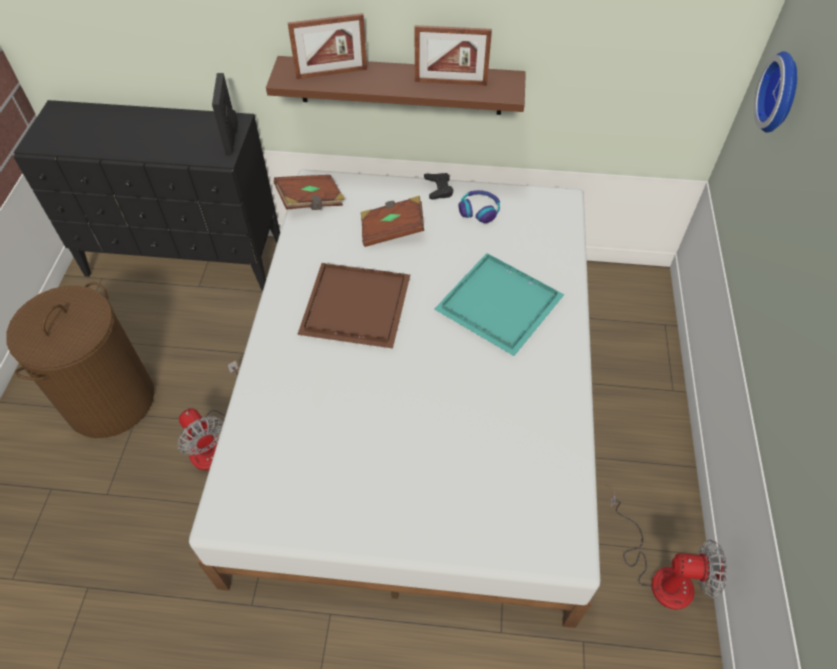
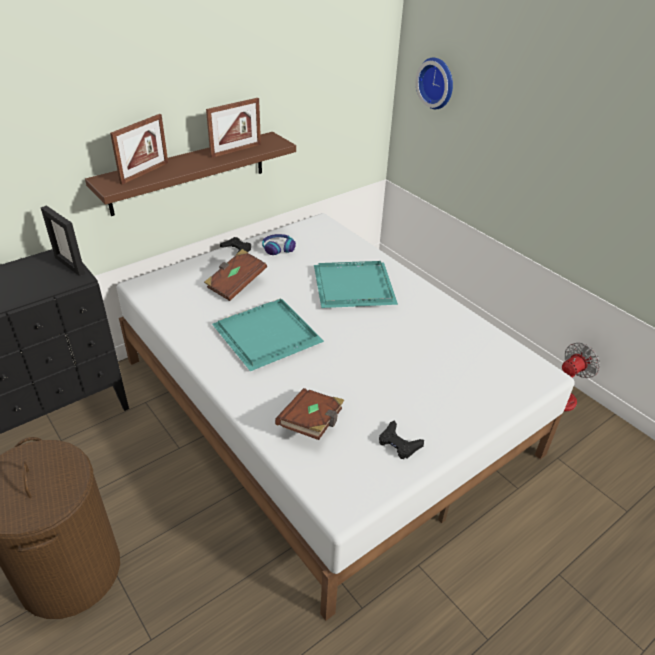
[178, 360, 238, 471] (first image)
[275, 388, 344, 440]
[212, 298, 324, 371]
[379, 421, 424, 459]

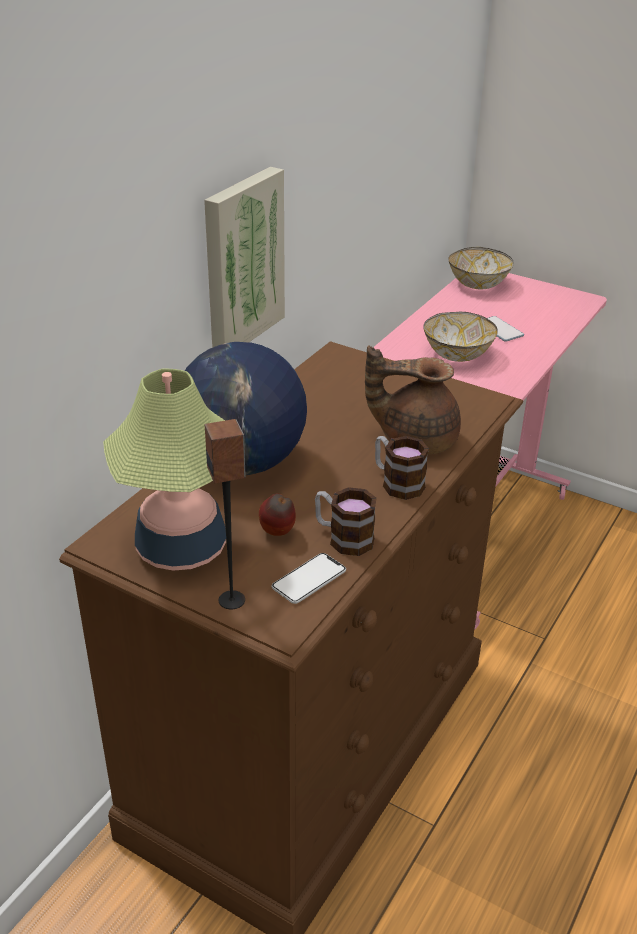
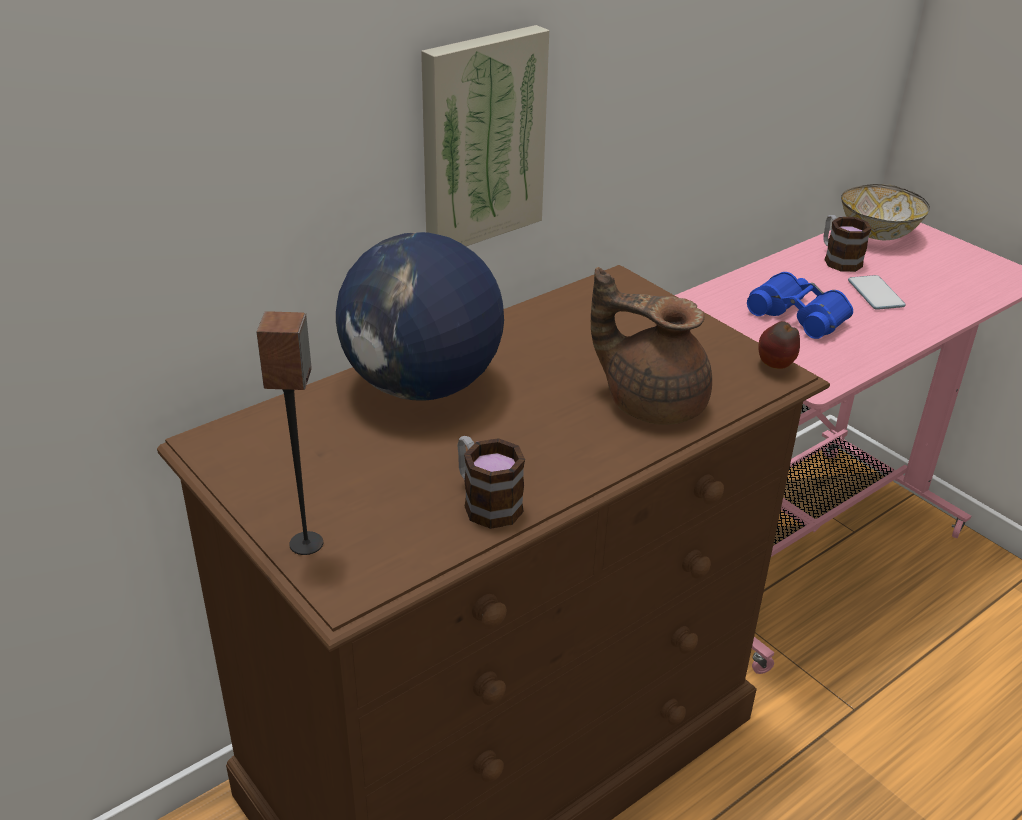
[103, 369, 226, 571] (first image)
[758, 321, 800, 369]
[271, 553, 346, 604] (first image)
[823, 215, 872, 272]
[747, 272, 853, 339]

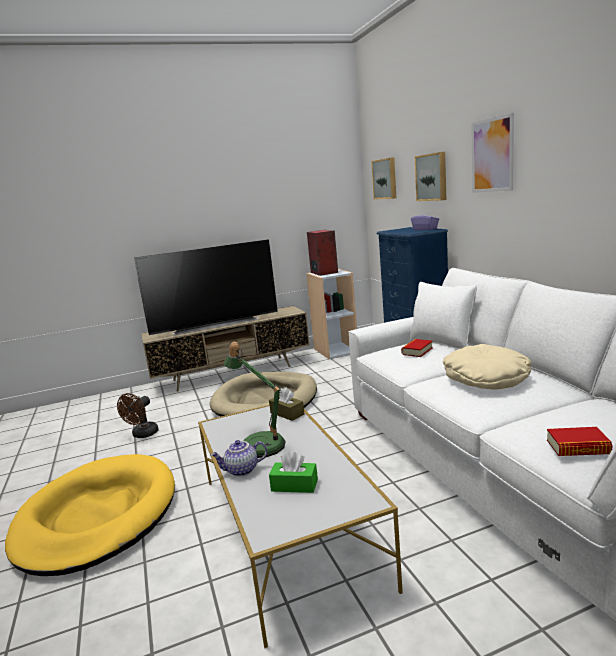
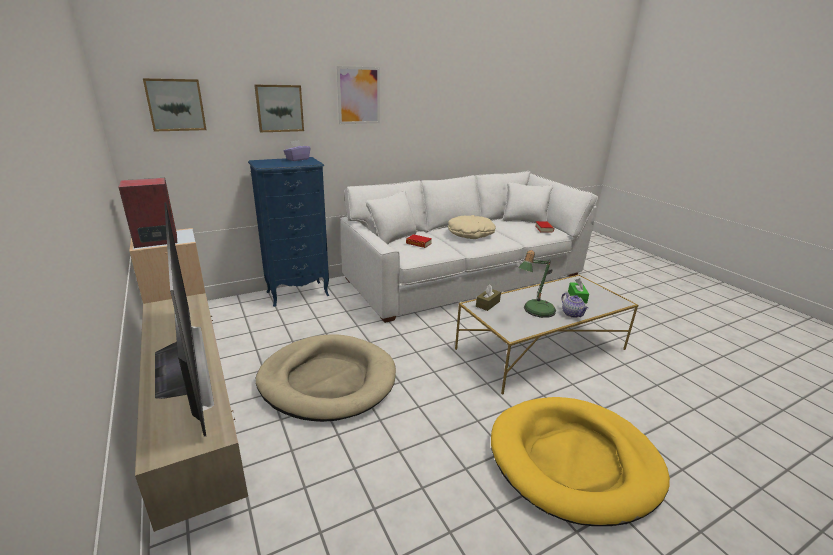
[117, 393, 159, 438] (first image)

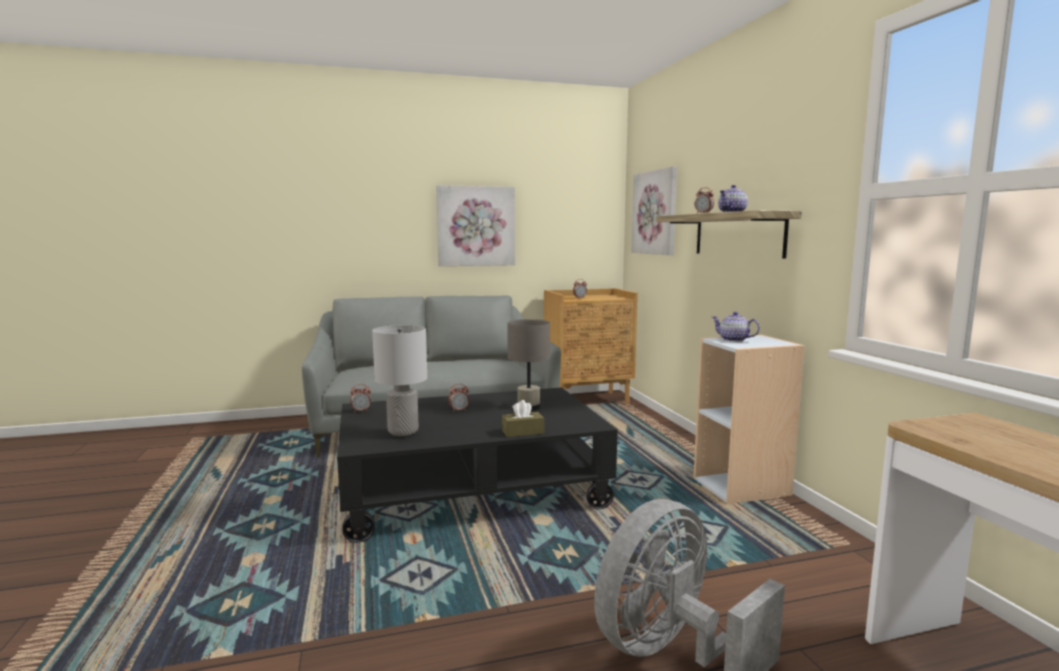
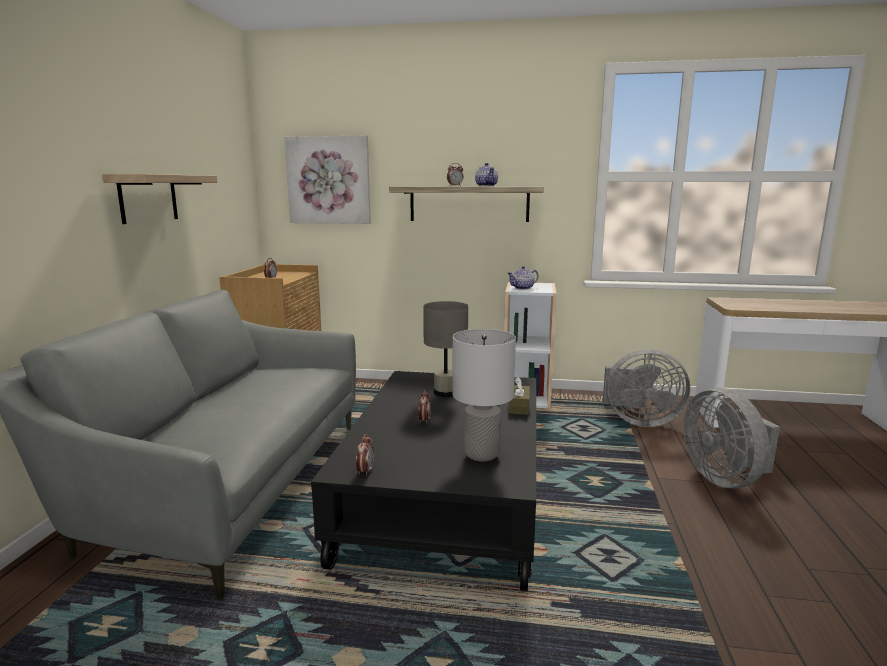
[102, 174, 218, 224]
[603, 349, 690, 427]

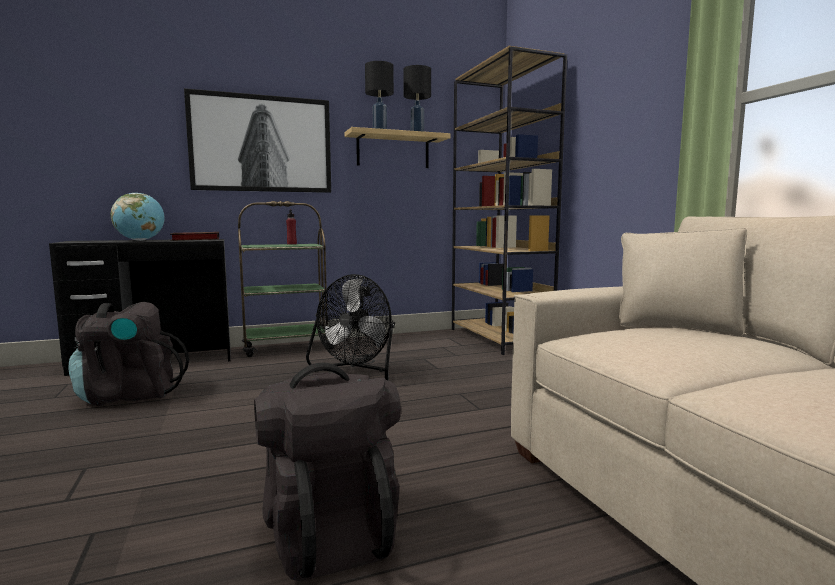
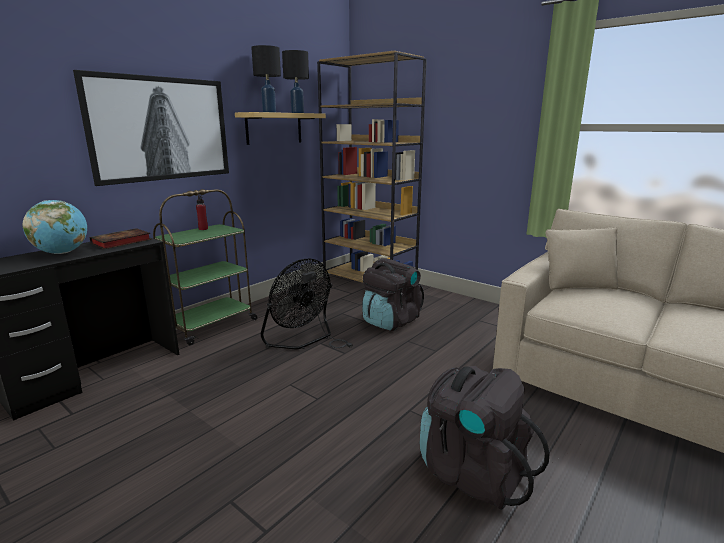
[362, 258, 424, 331]
[261, 259, 353, 349]

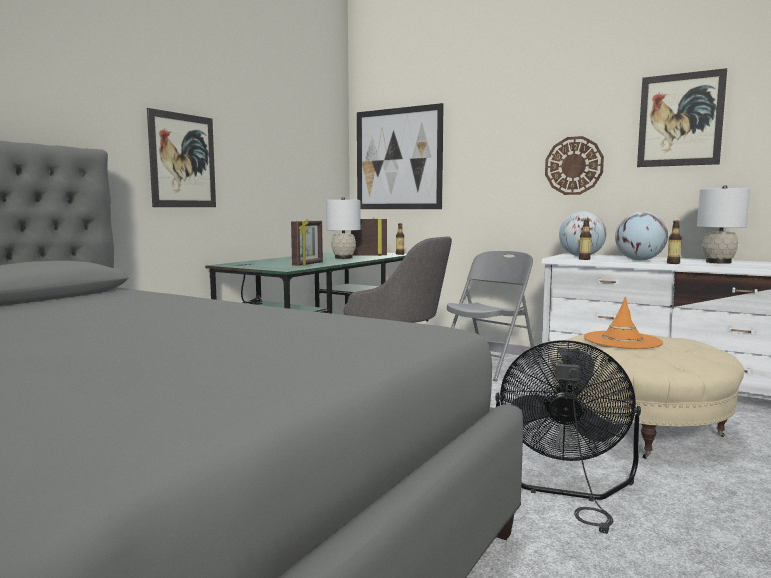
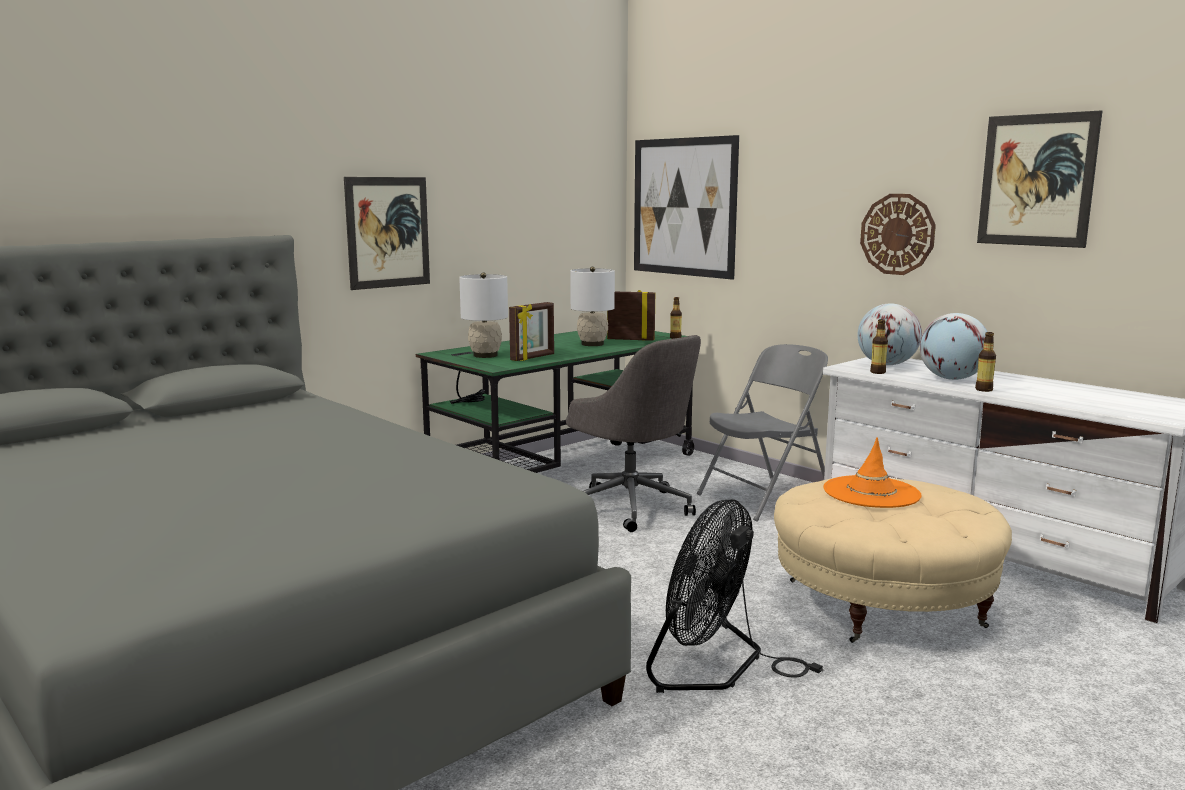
[646, 499, 824, 693]
[459, 272, 508, 358]

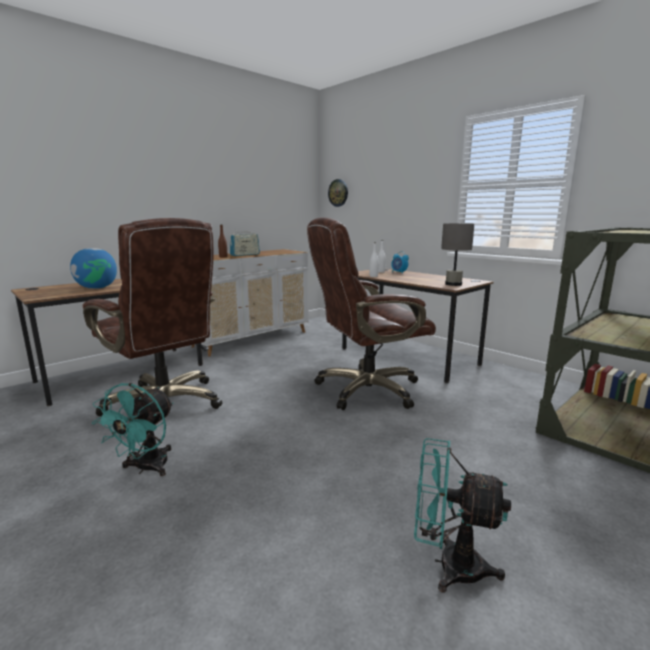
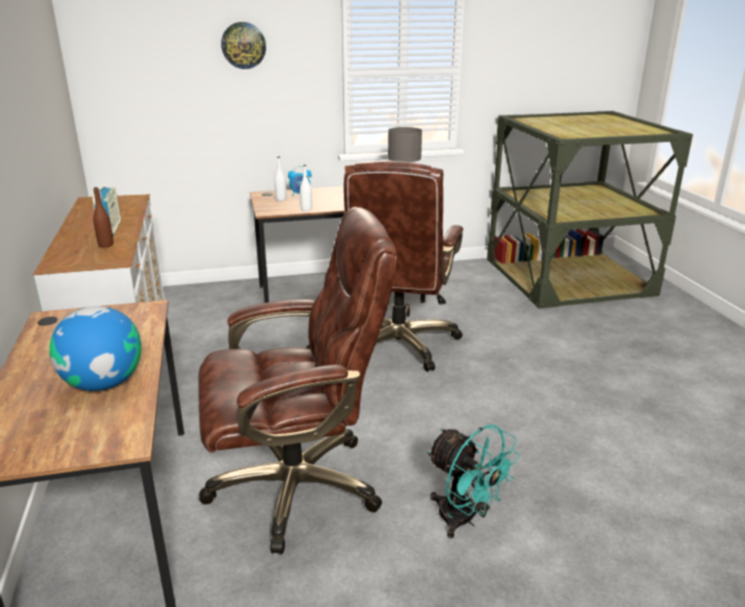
[221, 22, 266, 69]
[414, 438, 511, 593] (first image)

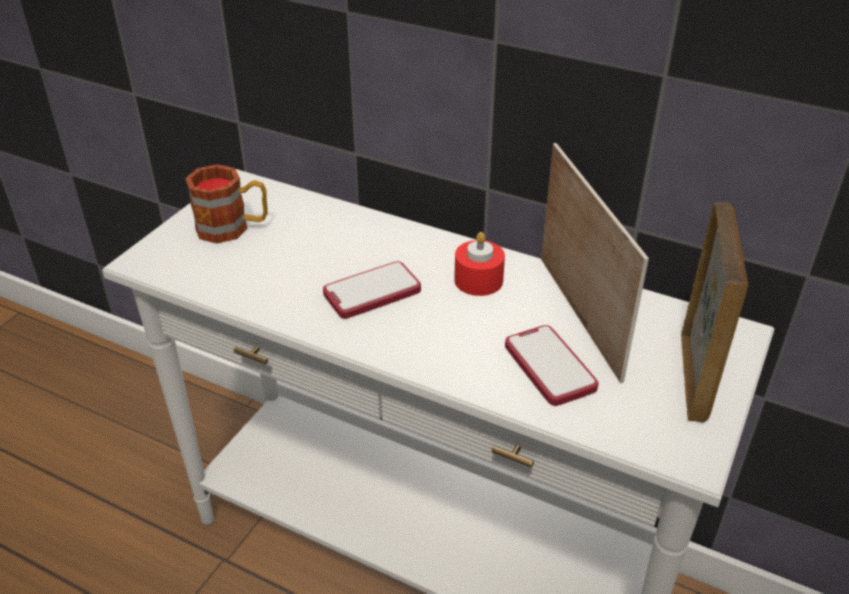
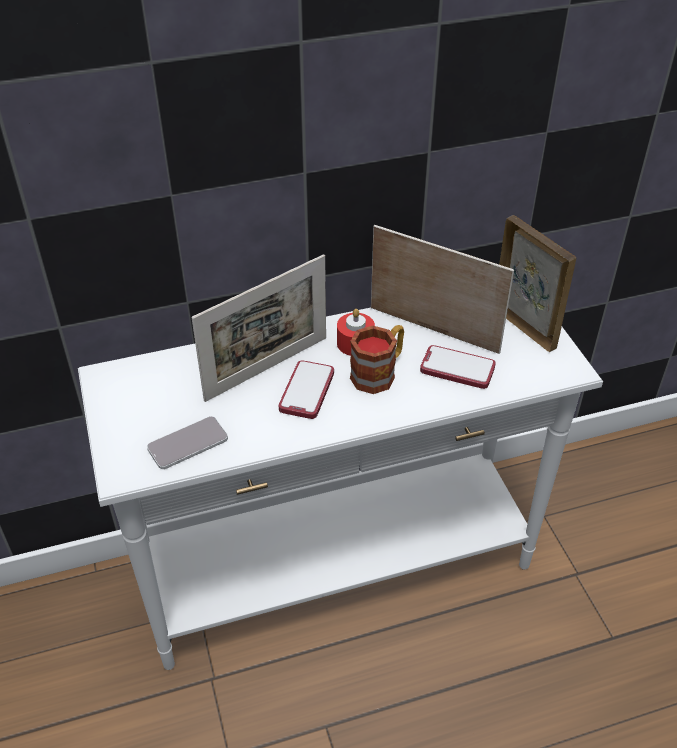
[350, 325, 404, 394]
[147, 416, 228, 469]
[191, 254, 326, 402]

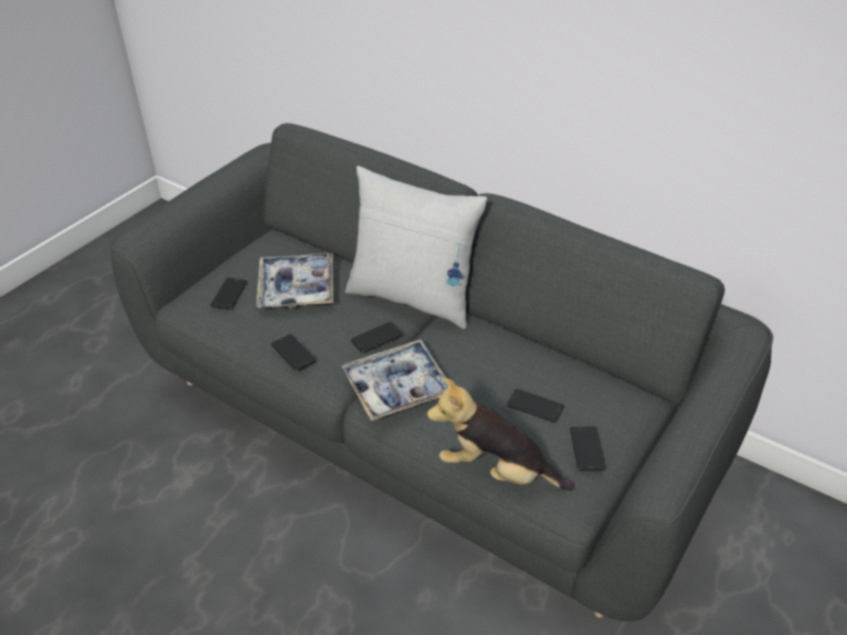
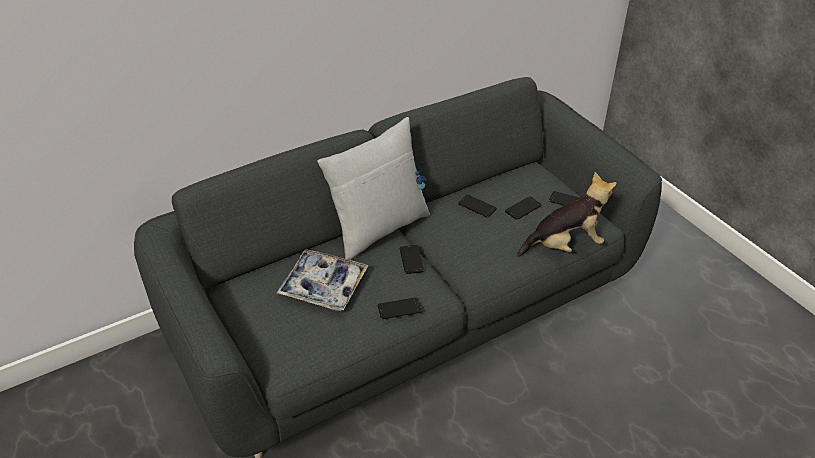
[458, 195, 497, 218]
[342, 340, 447, 421] (first image)
[517, 172, 617, 257]

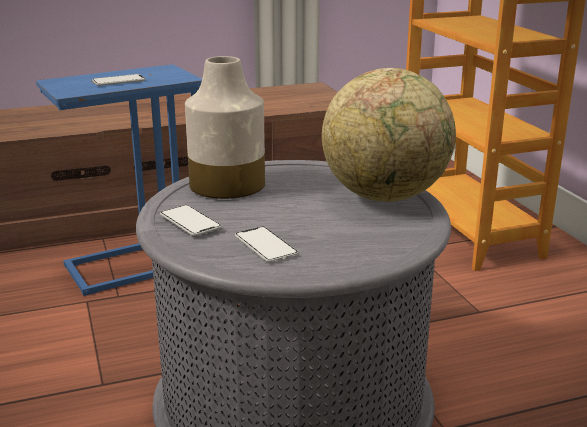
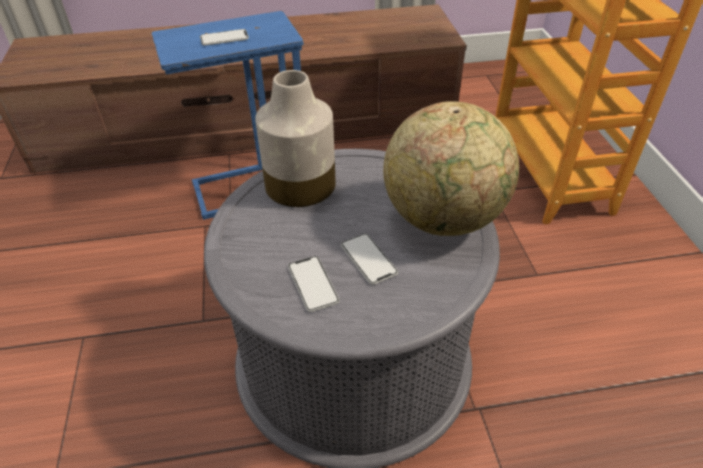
[341, 233, 398, 285]

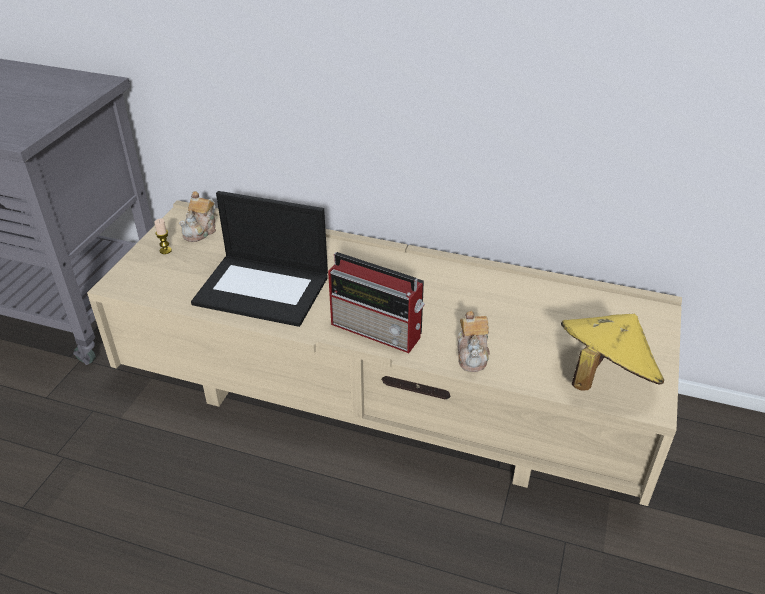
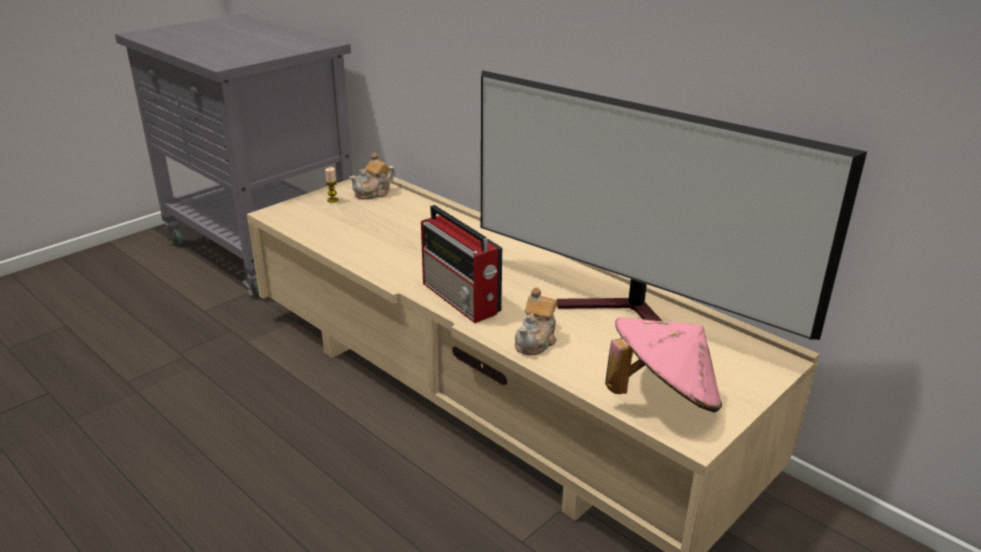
[191, 191, 328, 327] (first image)
[605, 317, 722, 412]
[481, 70, 867, 340]

